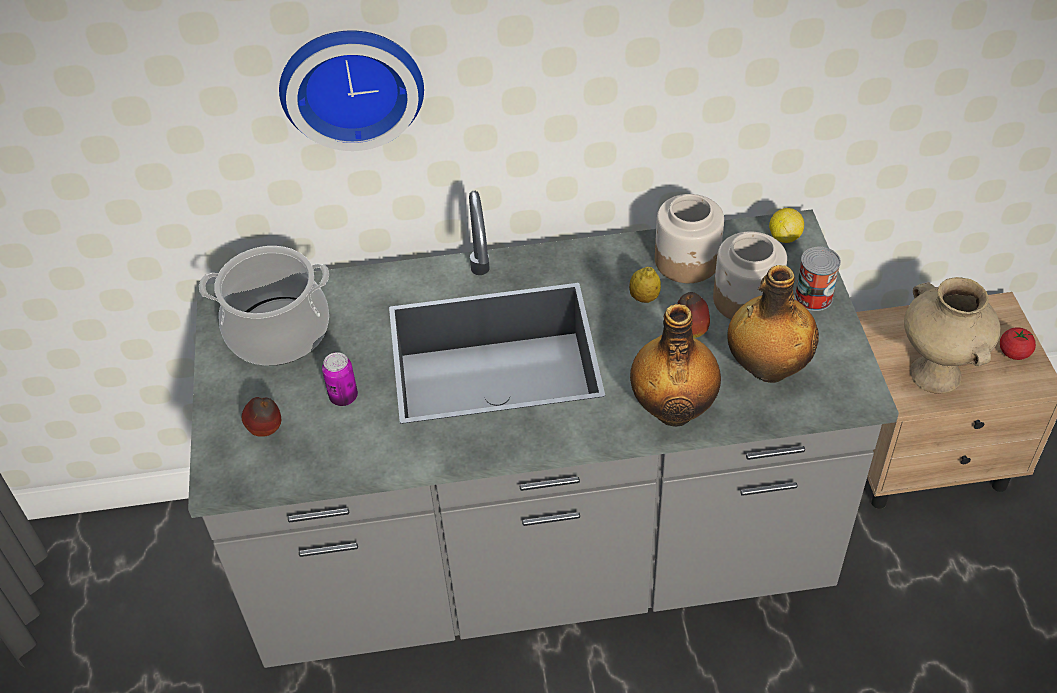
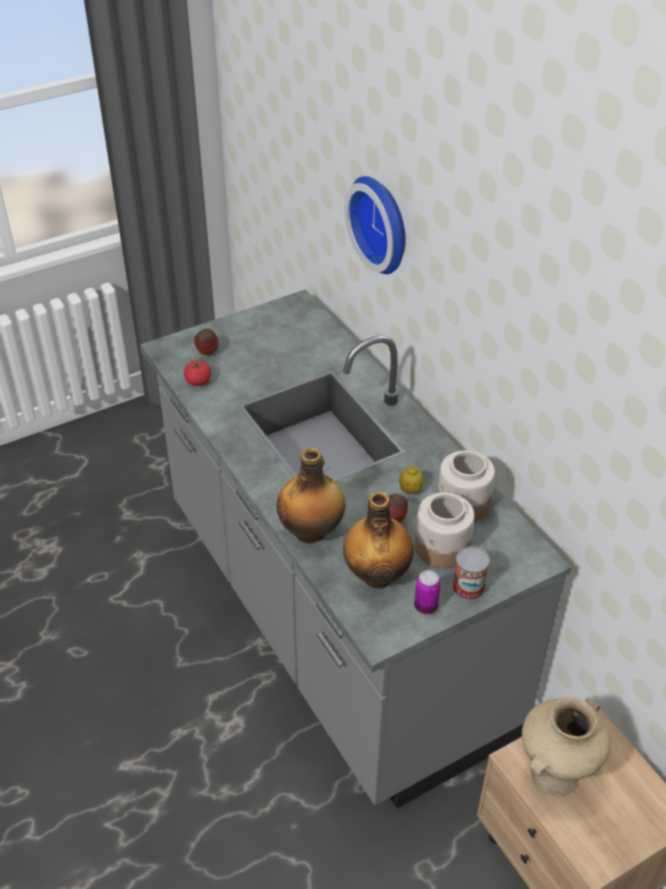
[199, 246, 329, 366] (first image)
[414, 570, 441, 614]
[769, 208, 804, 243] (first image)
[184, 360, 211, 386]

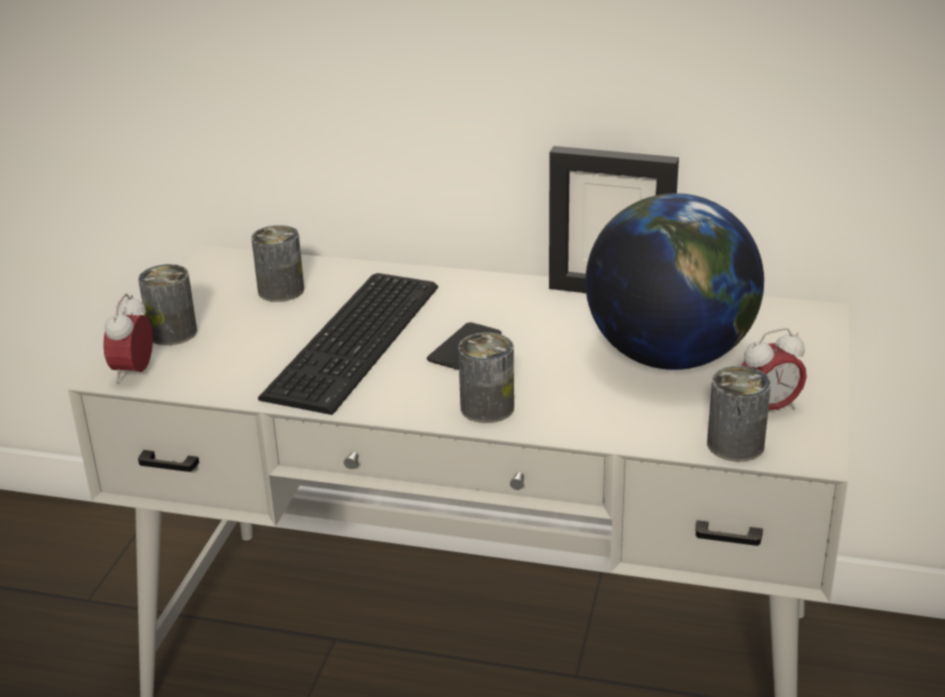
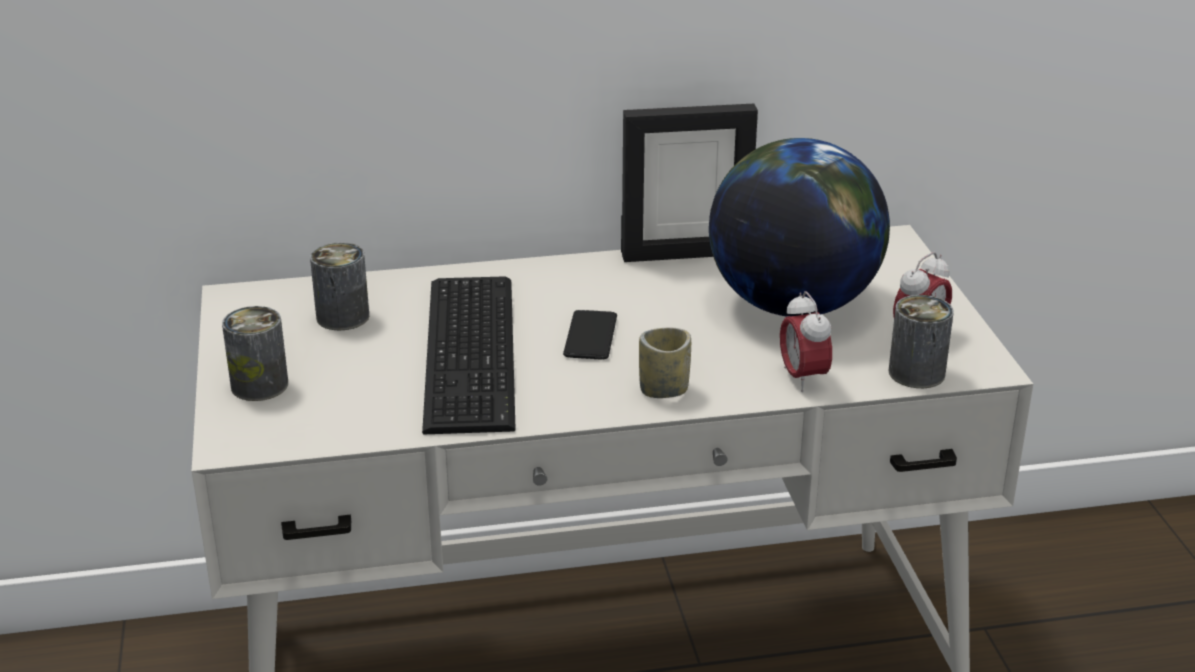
[780, 291, 832, 392]
[639, 328, 691, 398]

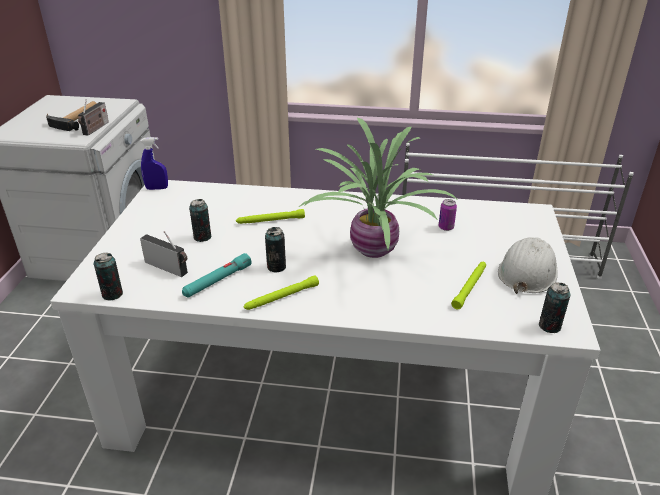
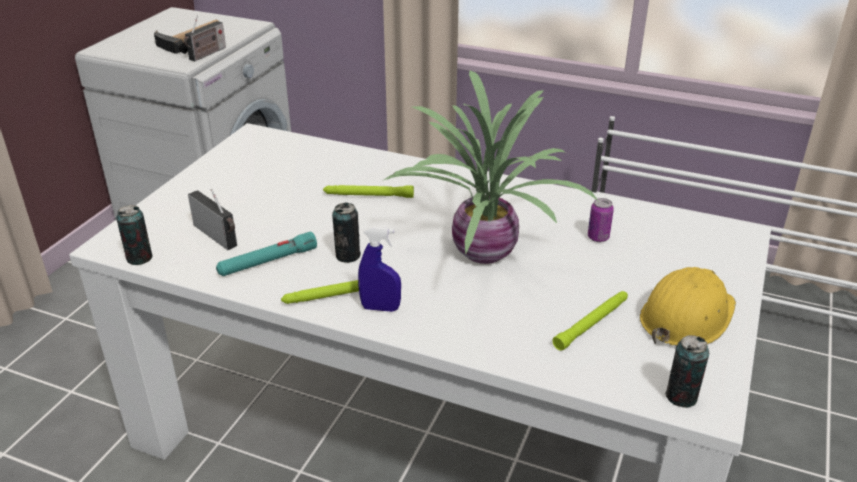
[358, 226, 401, 312]
[189, 199, 211, 242] (first image)
[640, 267, 736, 346]

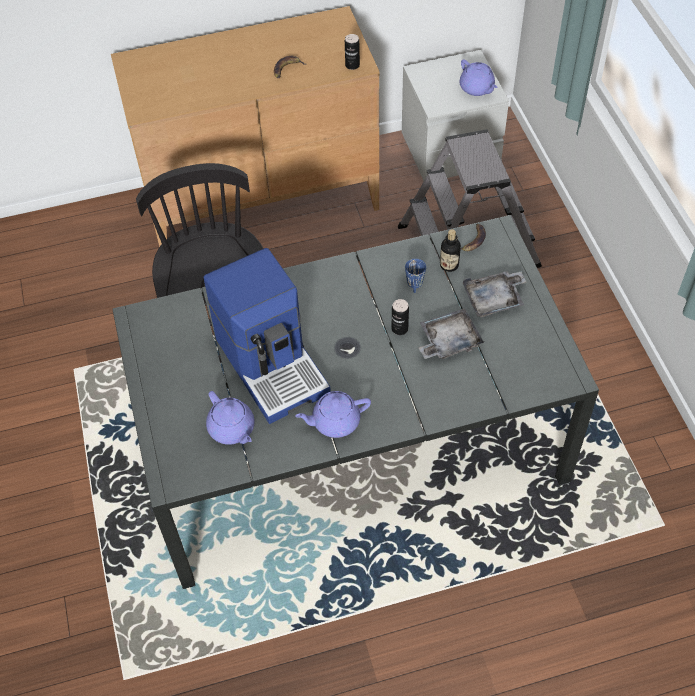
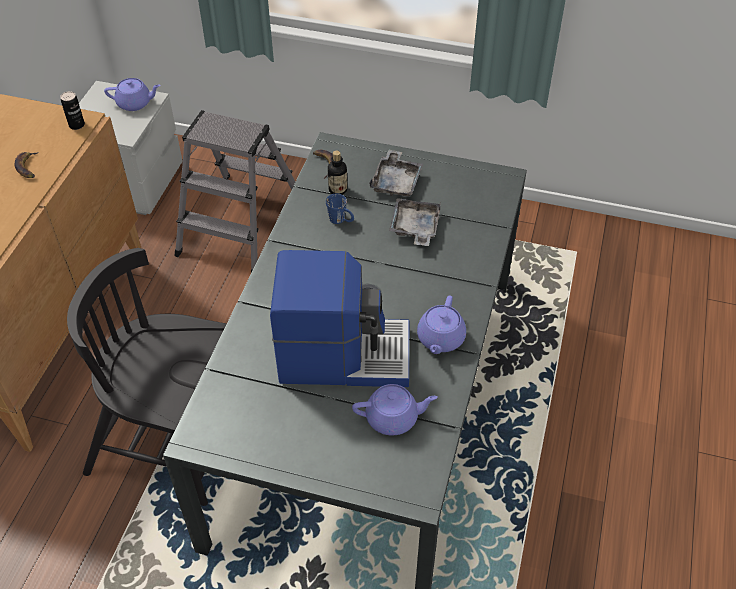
[392, 299, 409, 335] (first image)

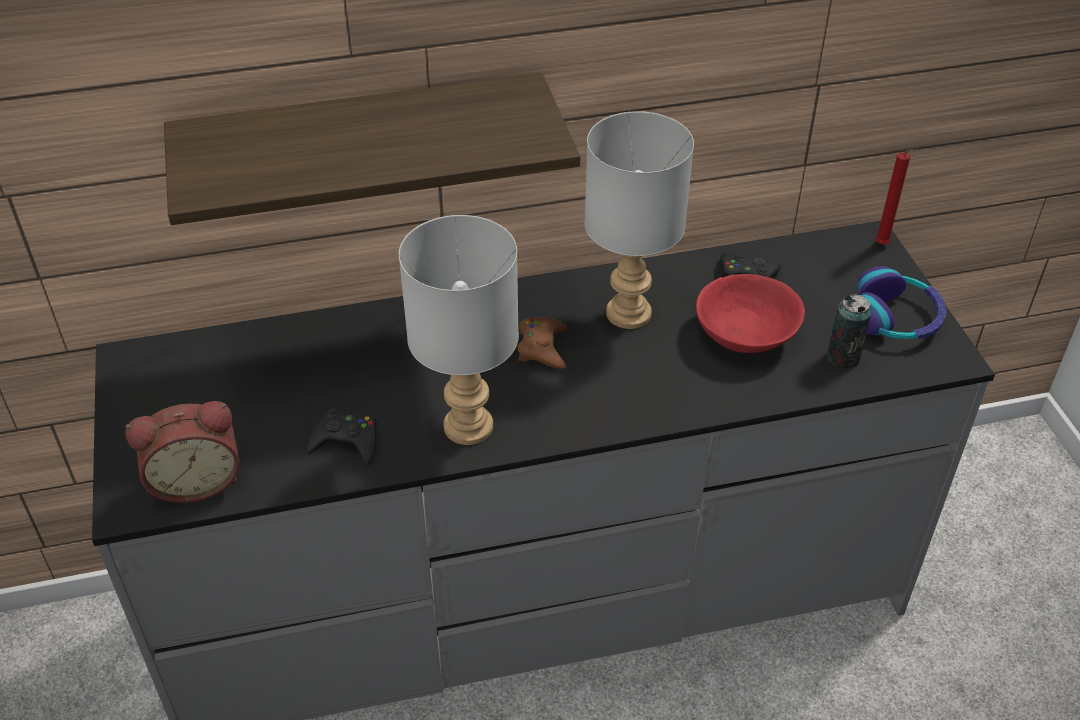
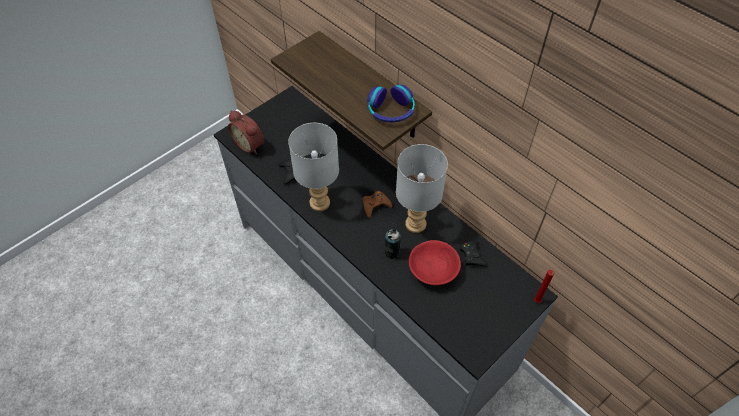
[385, 229, 401, 259]
[367, 85, 415, 122]

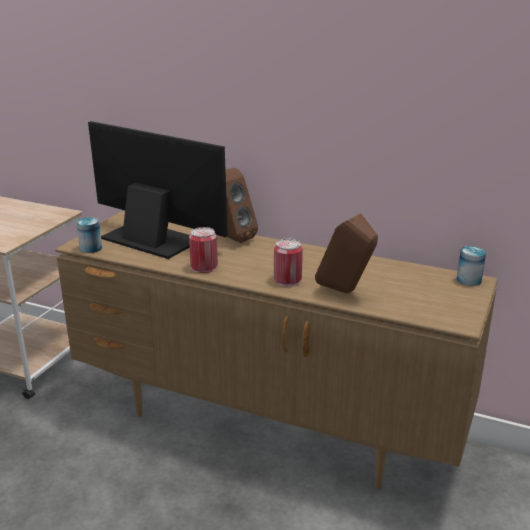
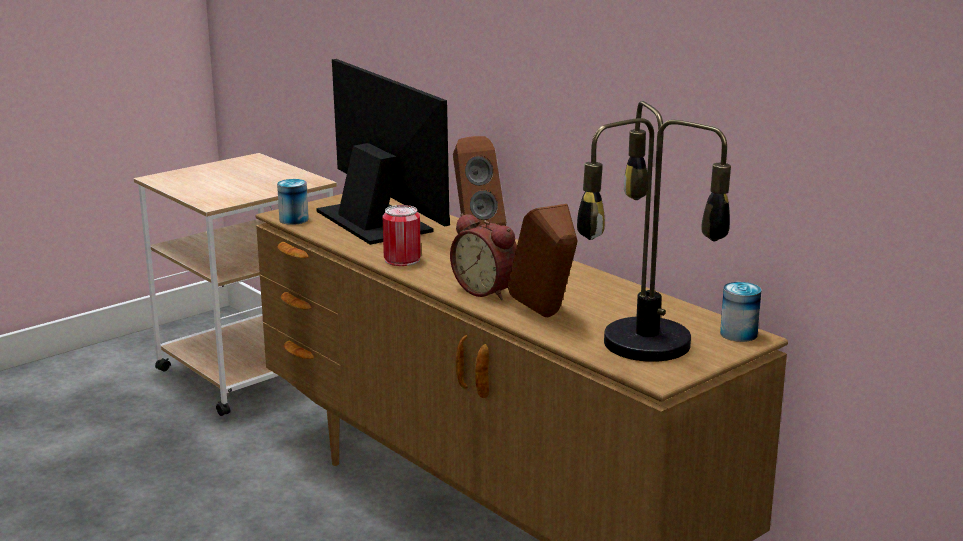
[450, 213, 517, 300]
[577, 101, 731, 362]

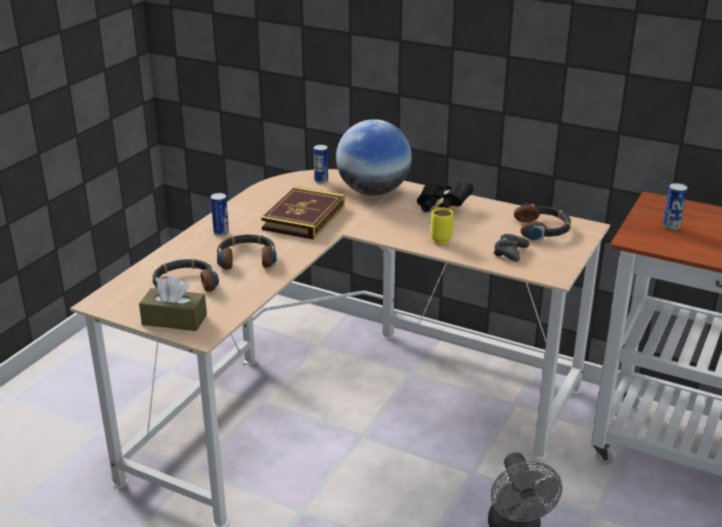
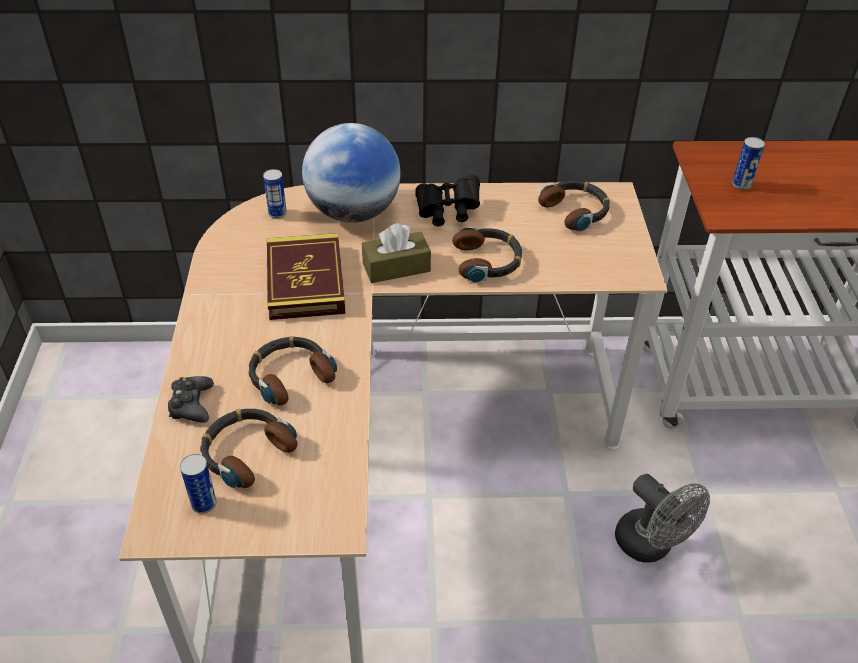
[362, 223, 431, 283]
[180, 454, 217, 514]
[452, 227, 522, 283]
[168, 376, 214, 422]

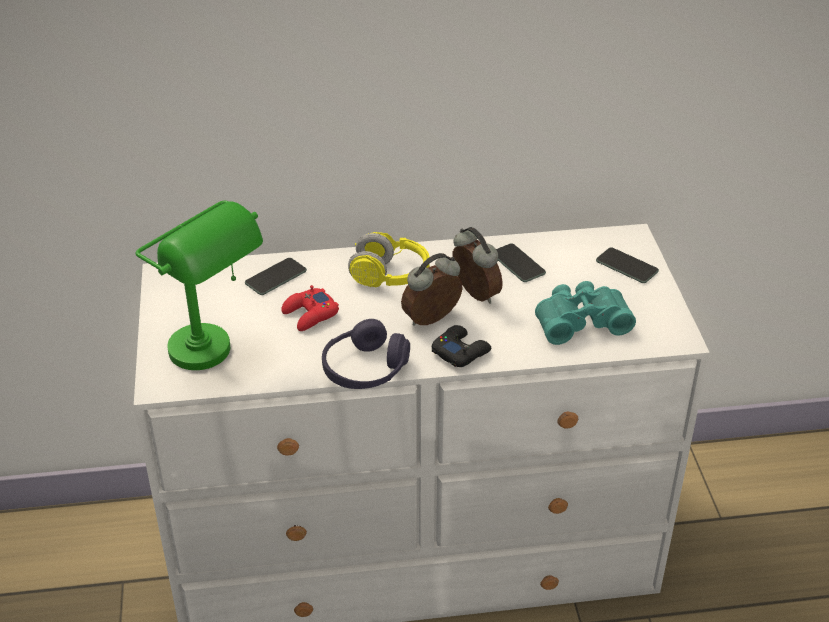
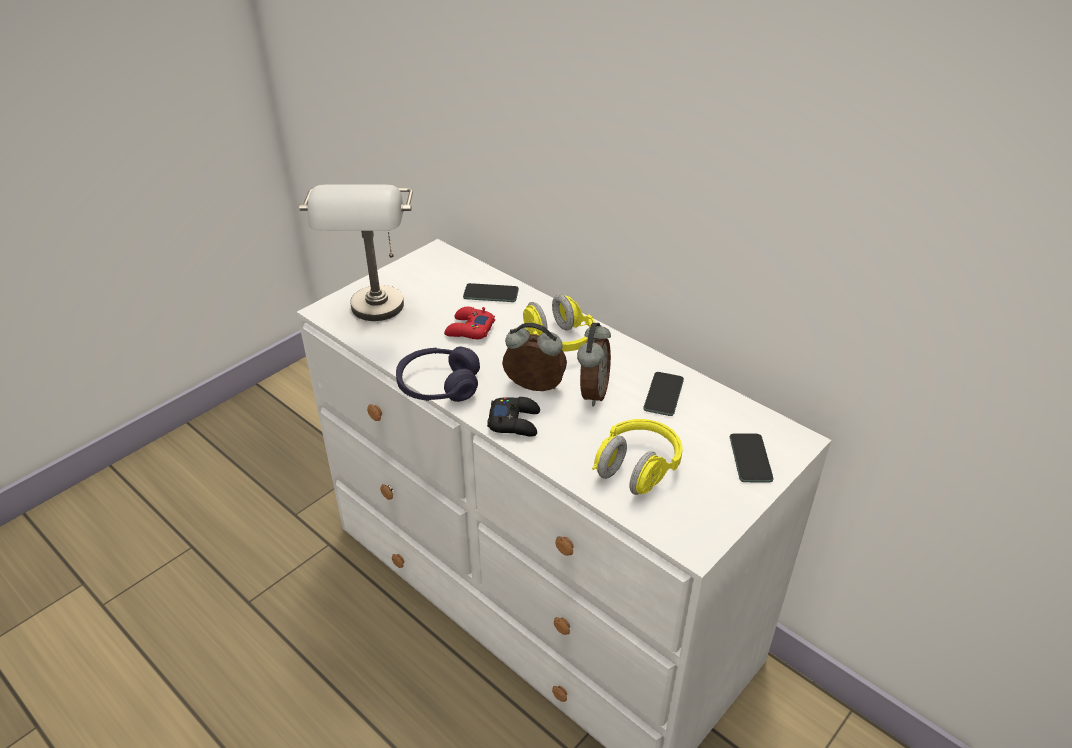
[299, 184, 413, 321]
[592, 419, 683, 495]

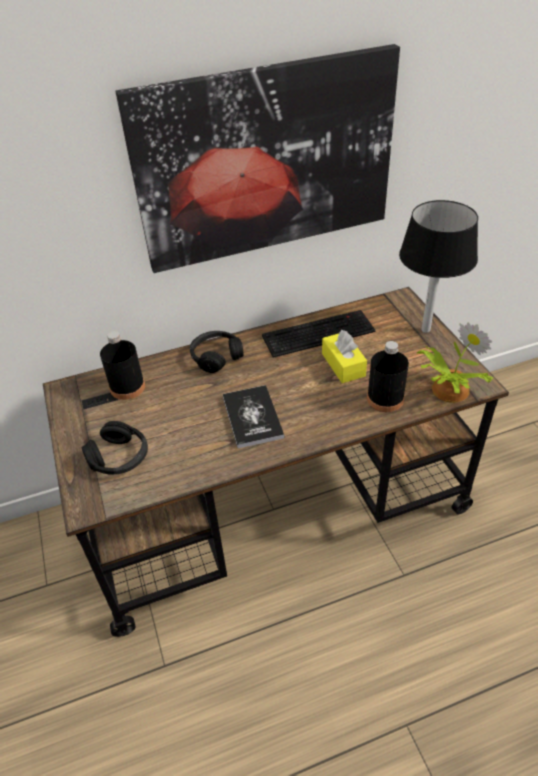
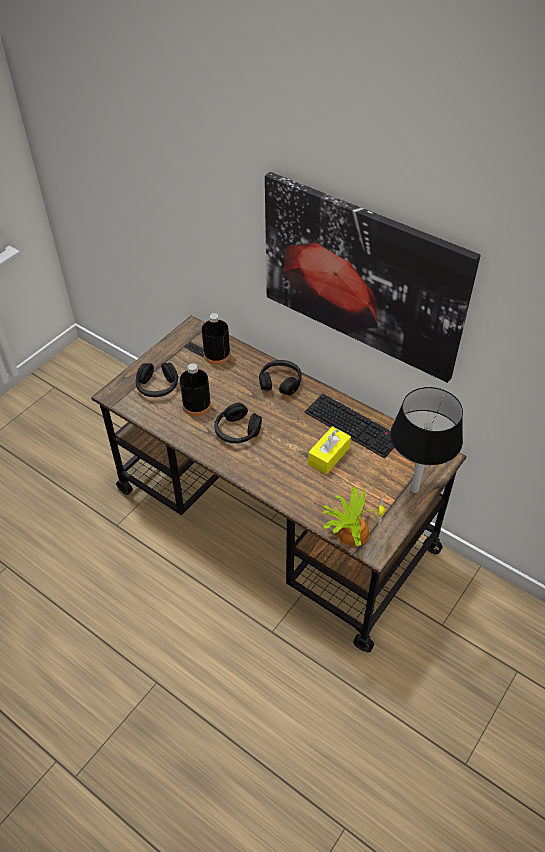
[214, 403, 262, 443]
[180, 363, 211, 416]

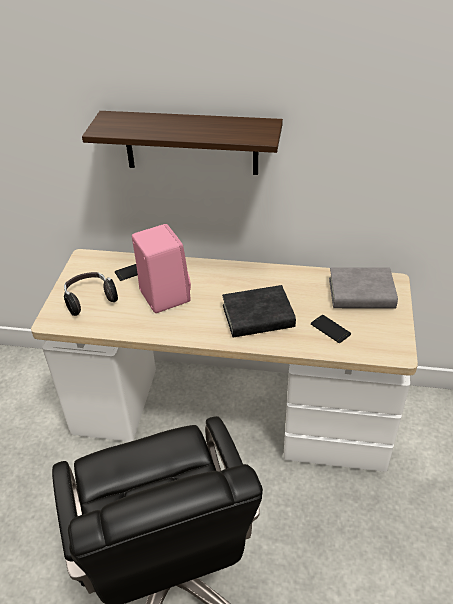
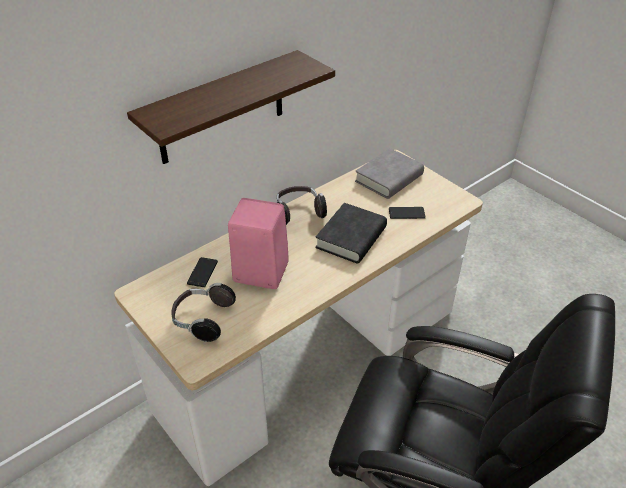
[277, 186, 327, 225]

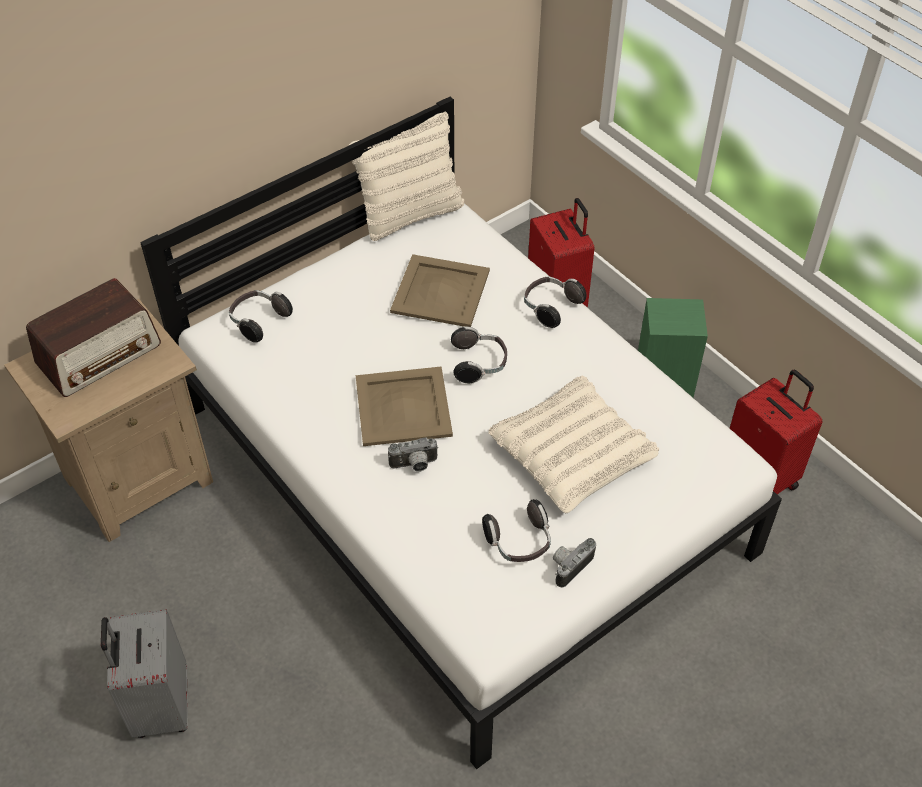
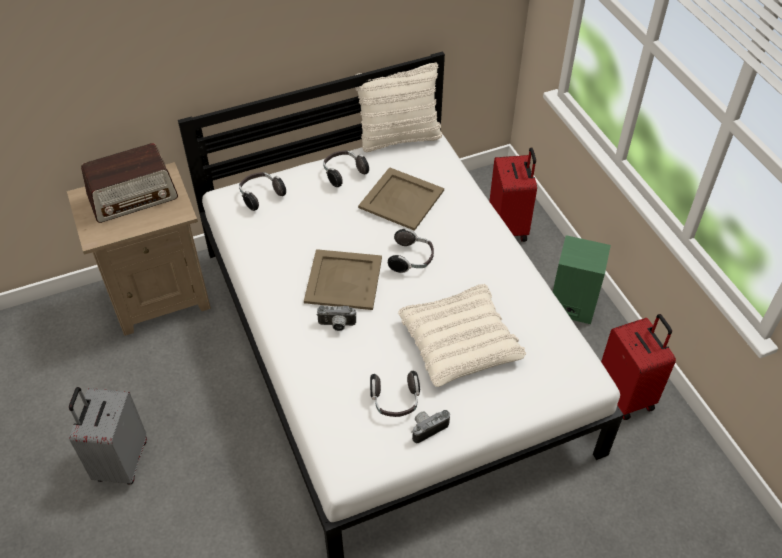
[323, 150, 369, 187]

